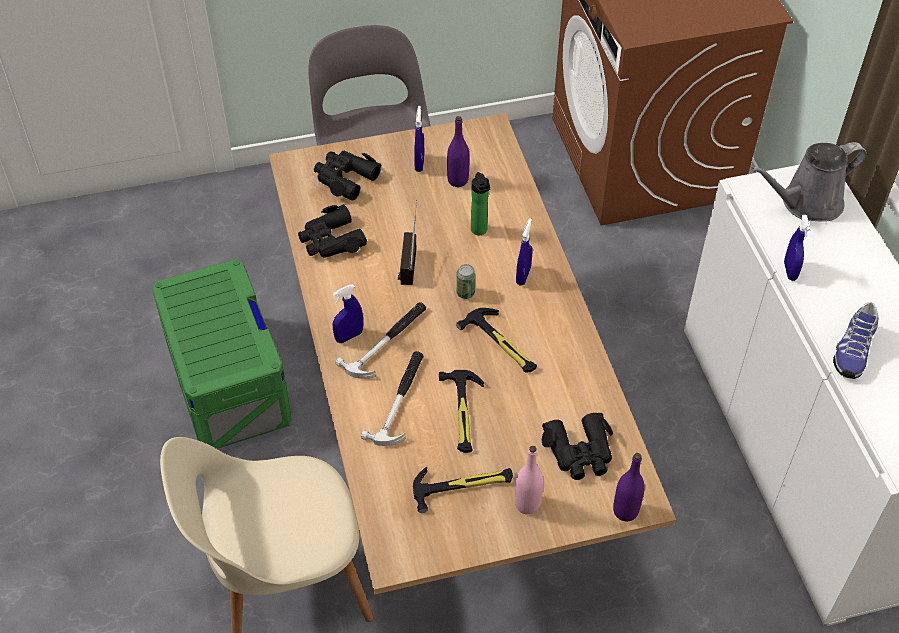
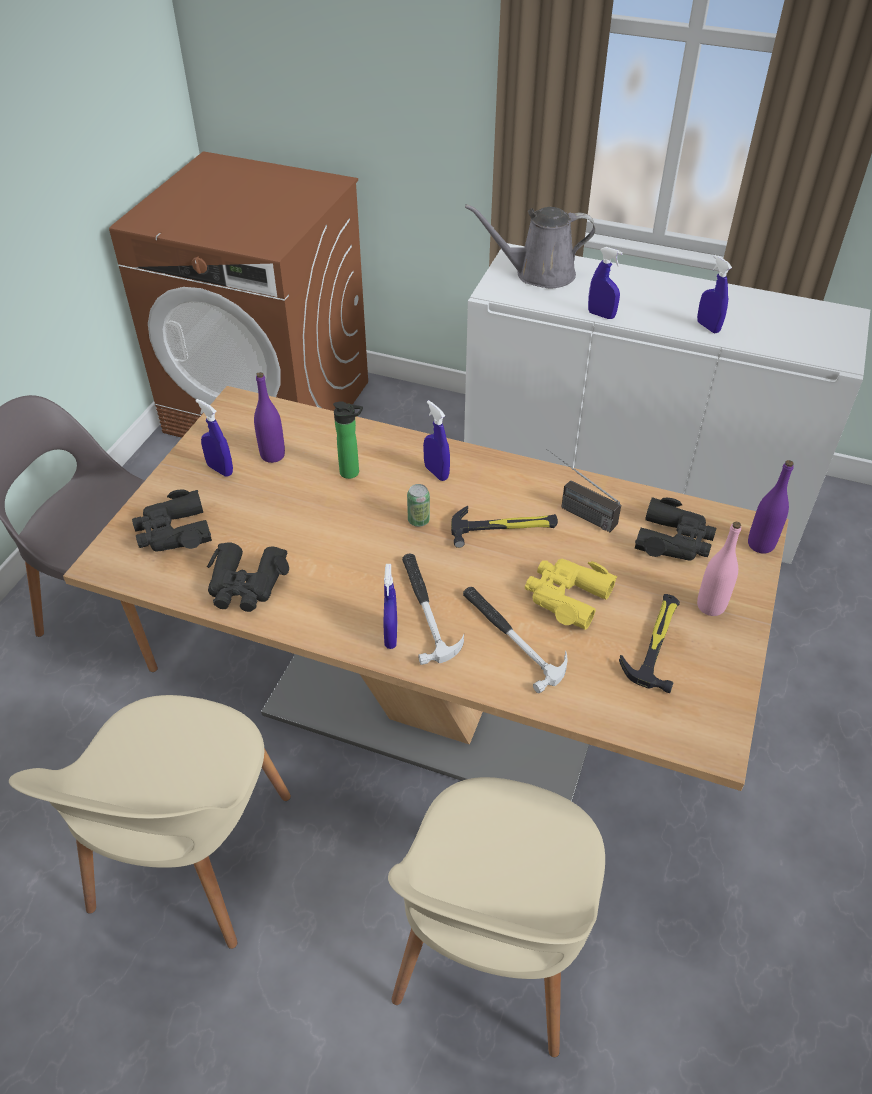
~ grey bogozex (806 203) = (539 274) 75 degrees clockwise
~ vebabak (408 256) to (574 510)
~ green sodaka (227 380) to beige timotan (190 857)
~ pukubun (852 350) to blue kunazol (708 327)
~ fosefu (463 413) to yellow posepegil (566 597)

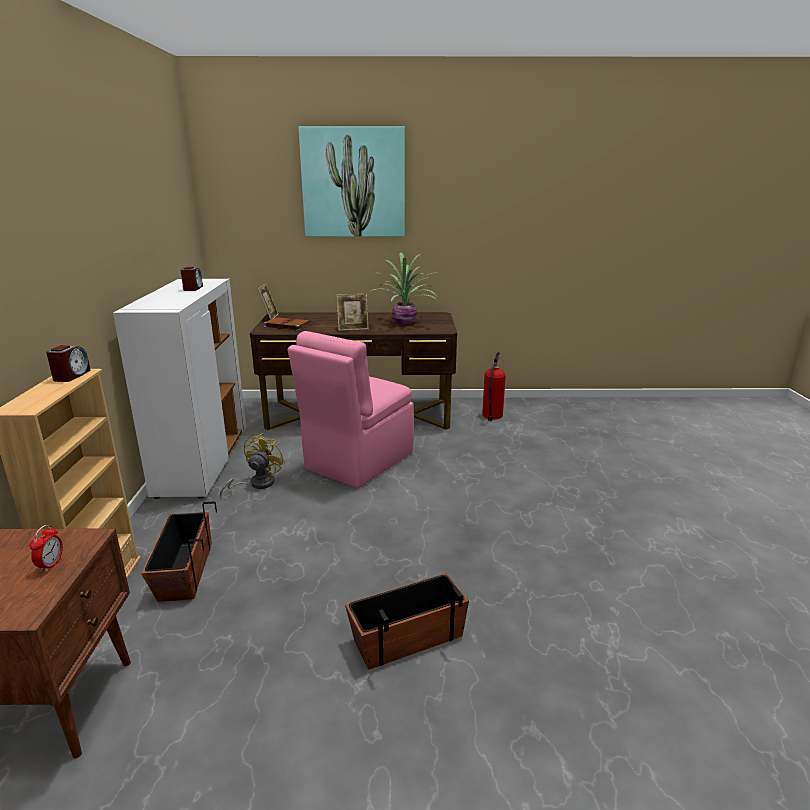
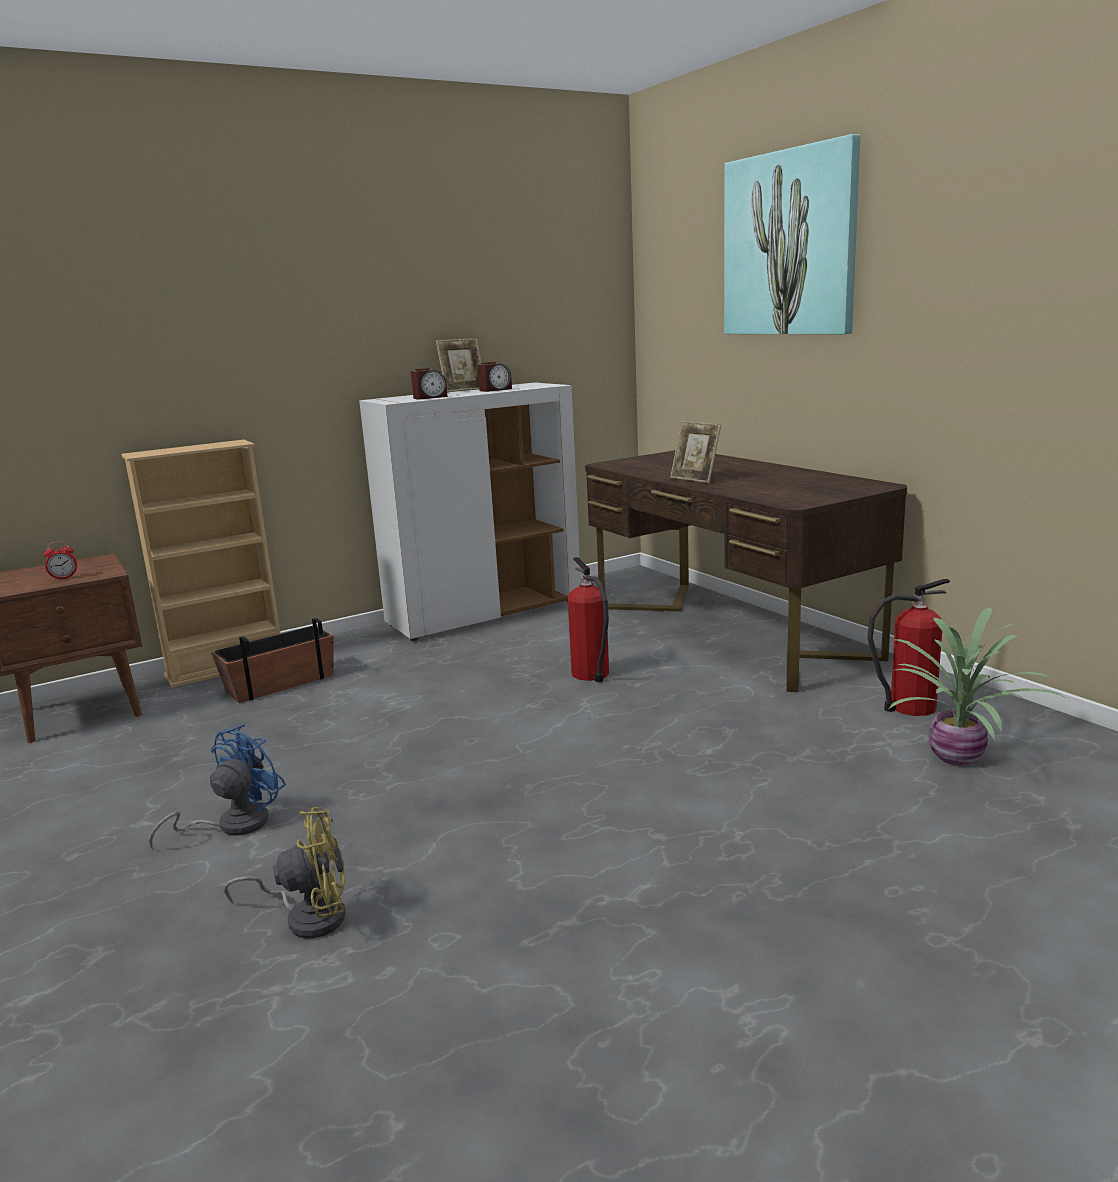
~ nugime (405 322) to (959 758)
~ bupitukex (269 317) to (463 390)
- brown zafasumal (287 325)
~ pink timotan (357 462) to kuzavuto (592 674)
~ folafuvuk (71 376) to (430 397)
~ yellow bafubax (256 484) to (308 916)
~ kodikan (407 638) to blue bafubax (232 825)

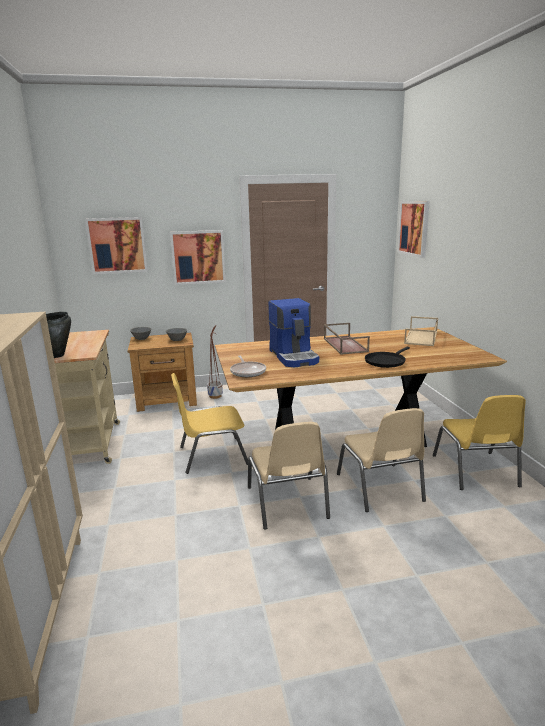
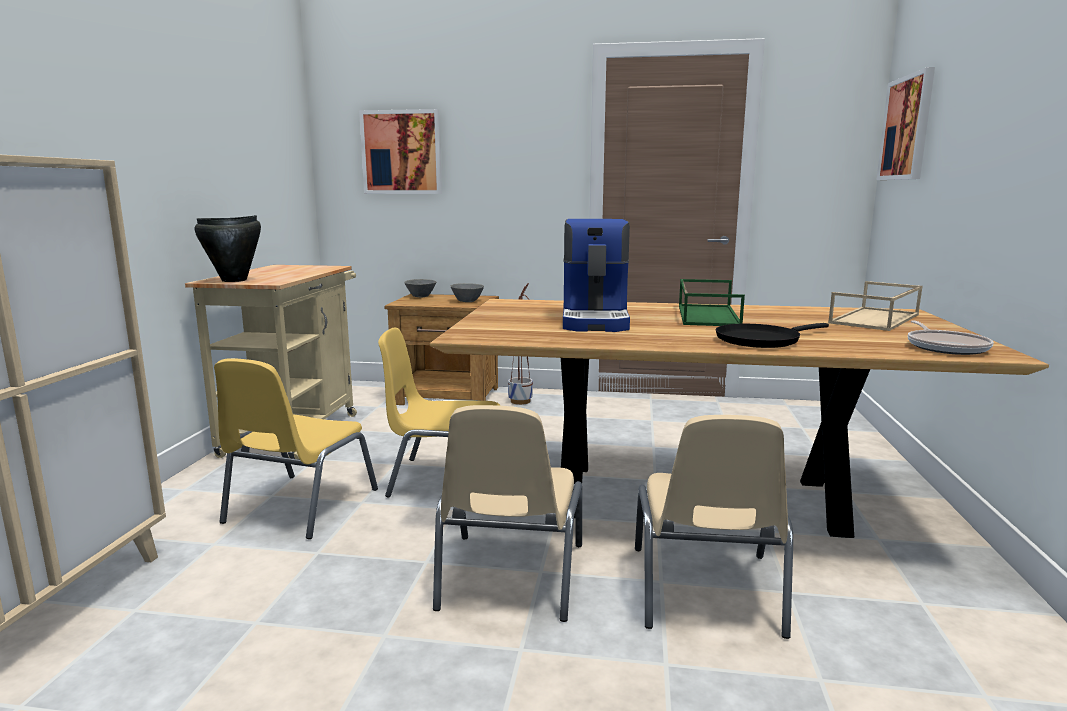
- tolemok (198 257)
~ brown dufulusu (344 345) to green dufulusu (706 315)
~ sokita (248 371) to (945 347)
~ yellow timotan (475 471) to (299 506)

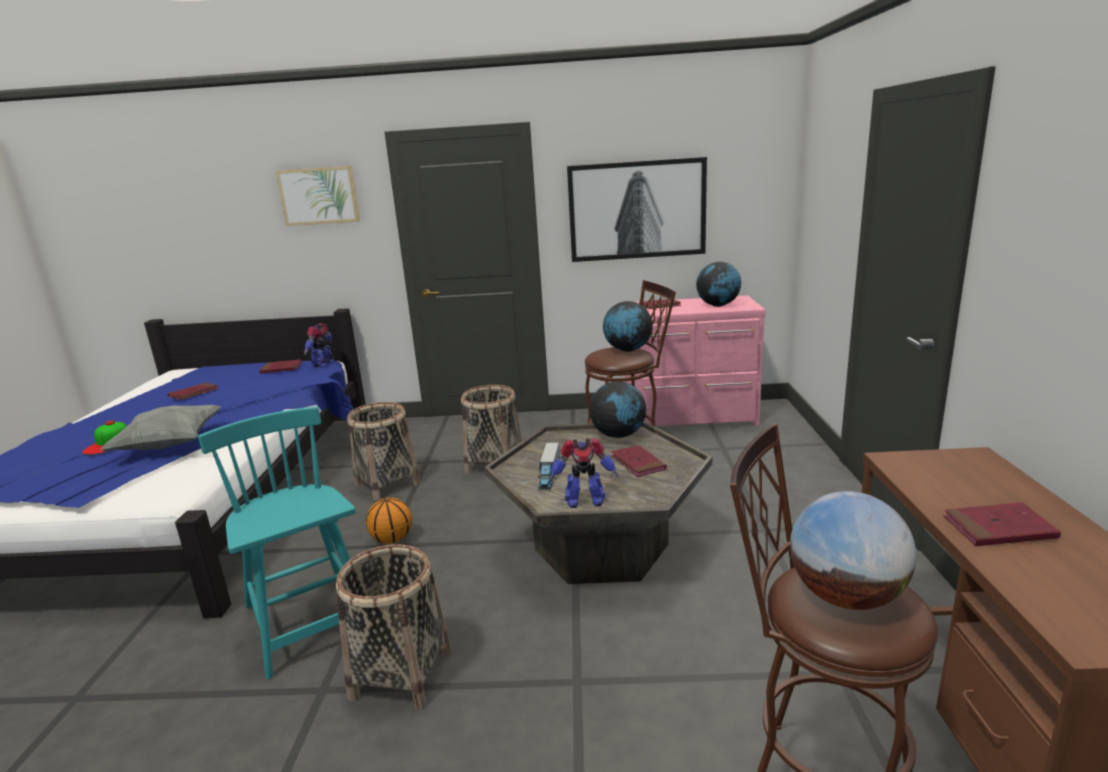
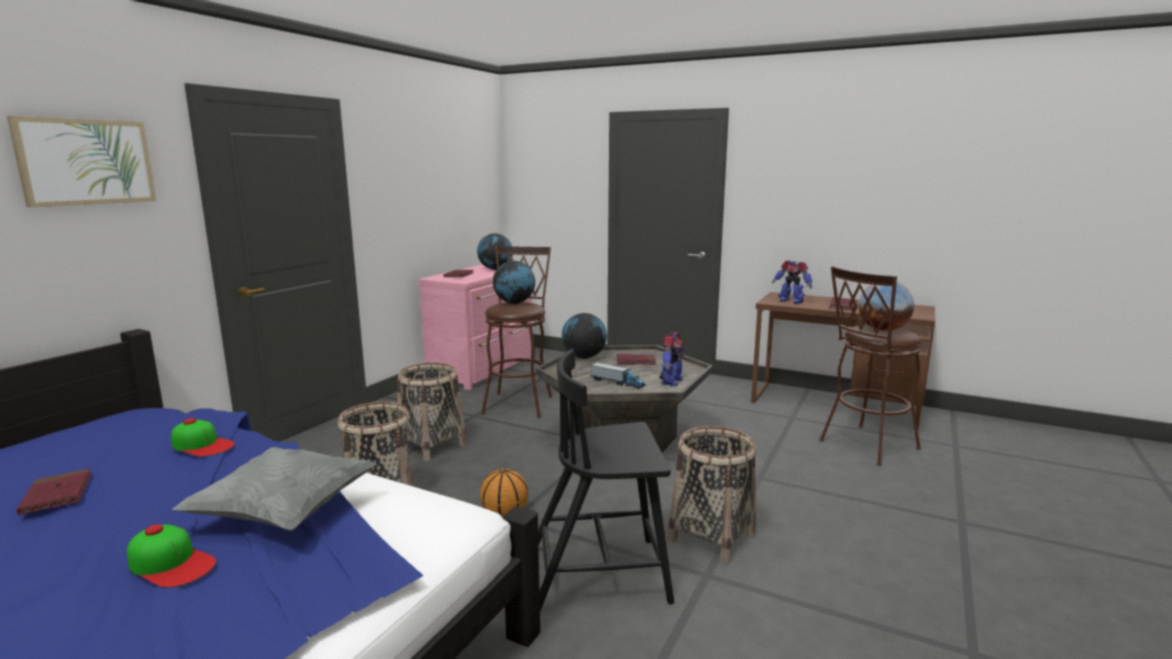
- tolemok (637 210)
~ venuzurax (323 364) to (791 301)
- red zafasumal (281 368)
~ turquoise timotan (309 621) to black timotan (600 574)
+ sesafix (202 445)

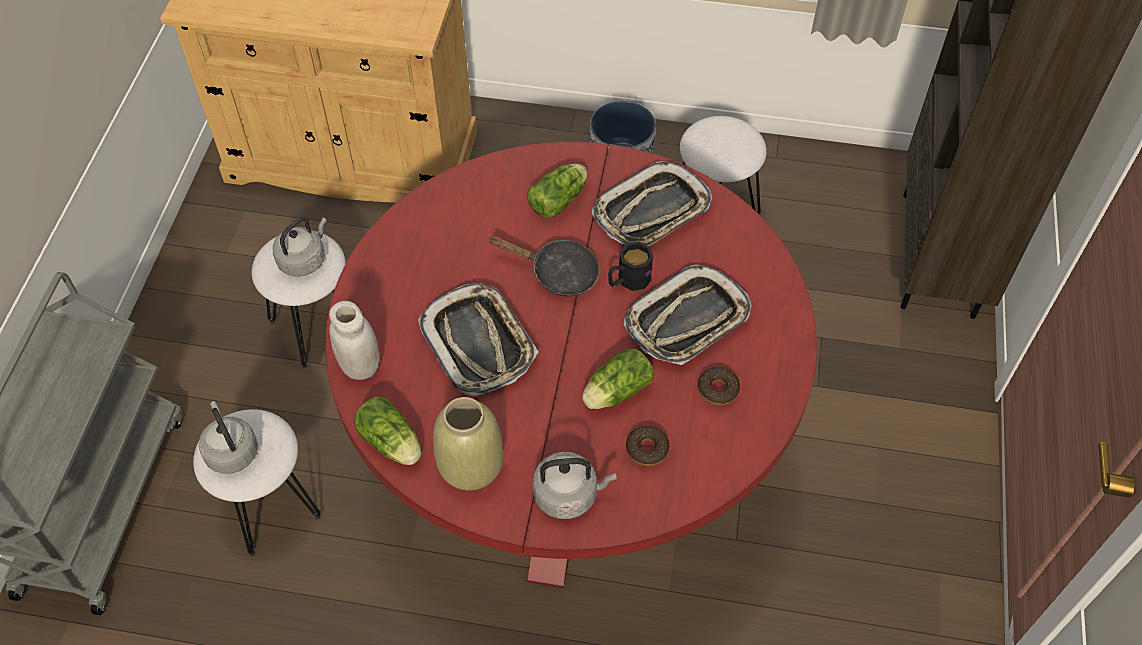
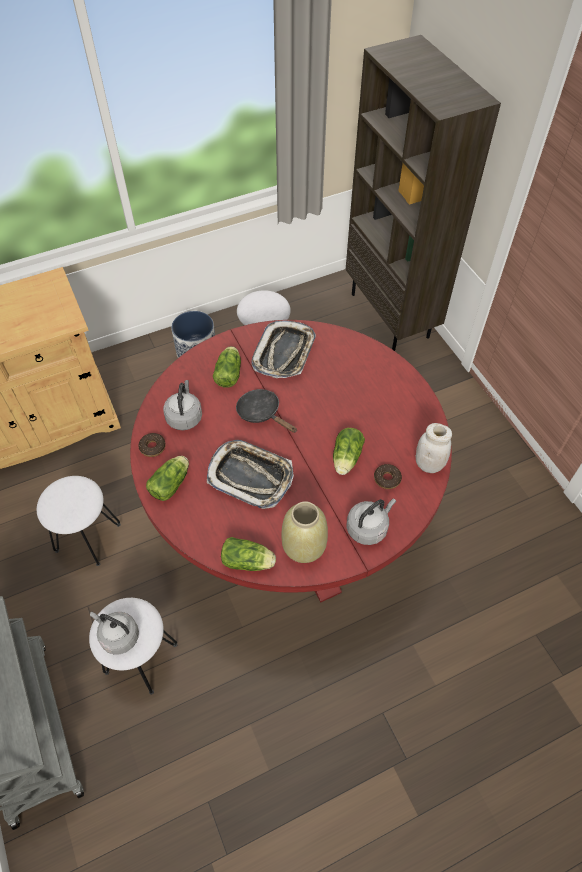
~ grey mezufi (304 259) to (184 416)
~ black sokita (558 273) = (262 413) 120 degrees counterclockwise
- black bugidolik (628 280)
- dufulusu (687 321)
~ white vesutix (360 366) to (429 464)
~ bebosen (718 389) to (152 447)
+ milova (171 483)

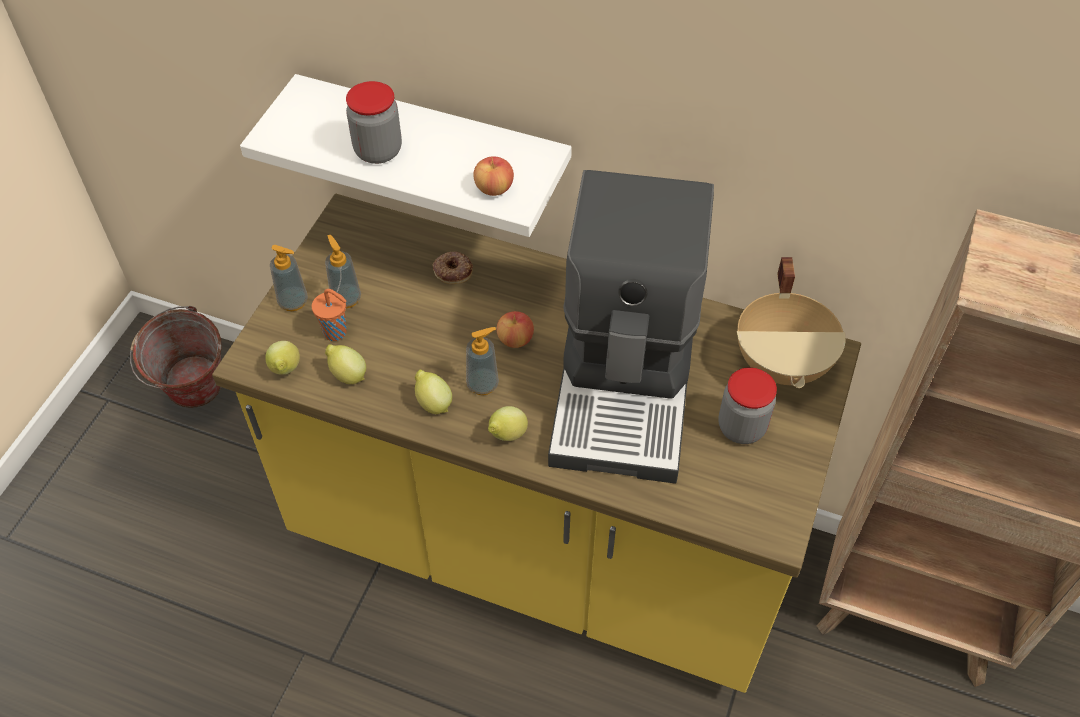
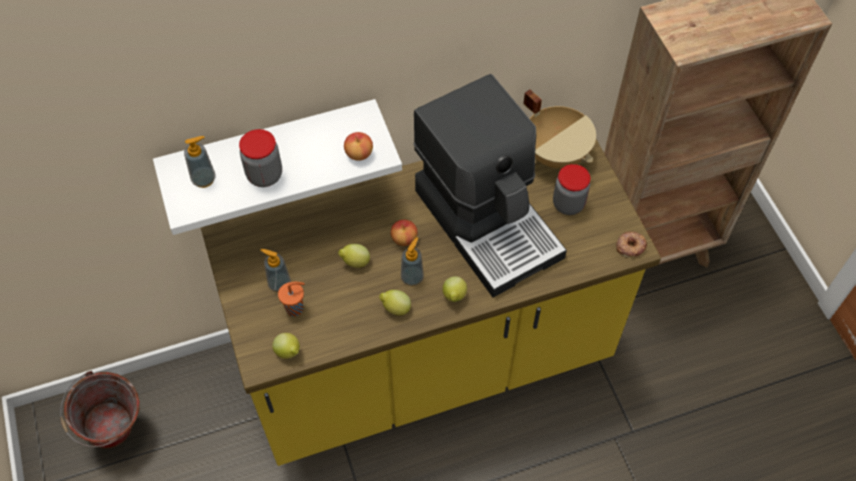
~ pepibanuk (293 302) to (204 179)
~ bebosen (453 270) to (630 246)
~ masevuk (347 375) to (355 262)

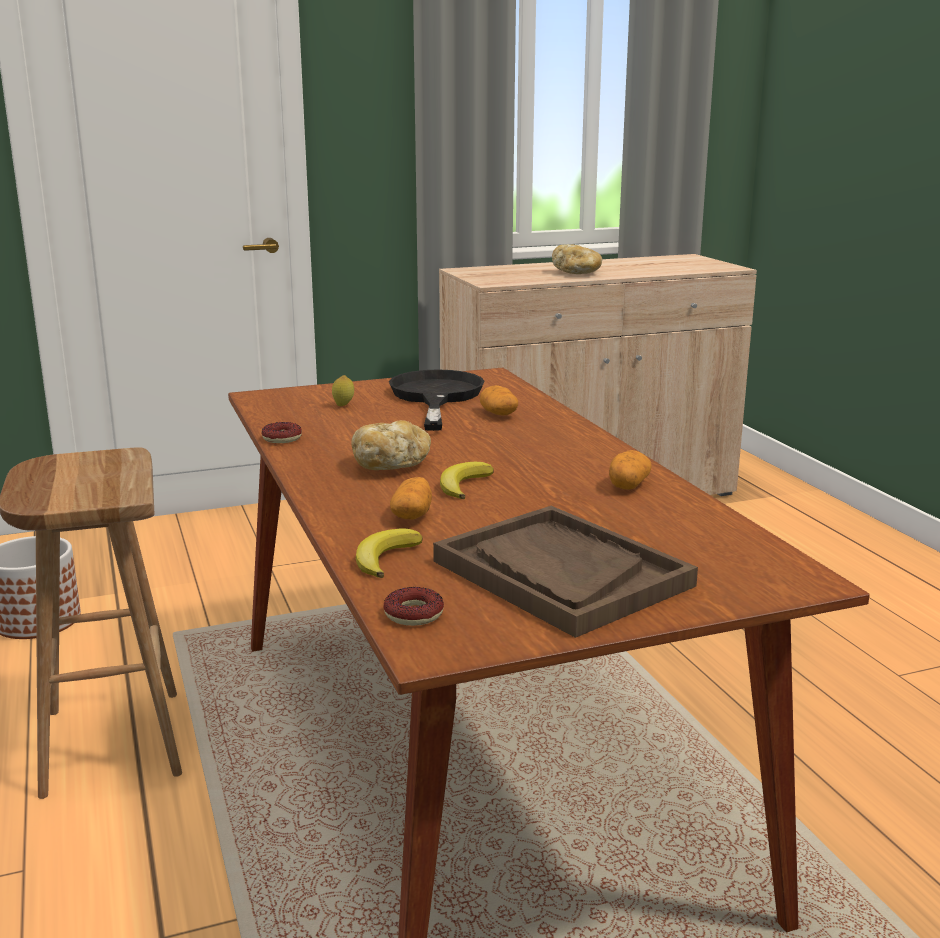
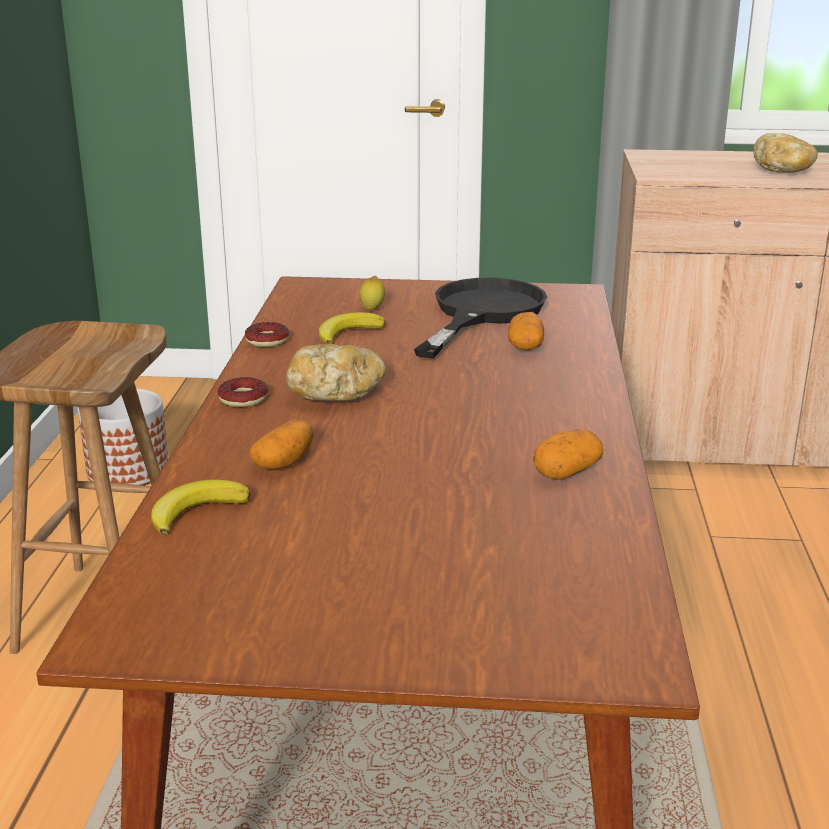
~ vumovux (463 485) to (348 333)
- brown dufulusu (560 573)
~ bebosen (414 614) to (243 399)

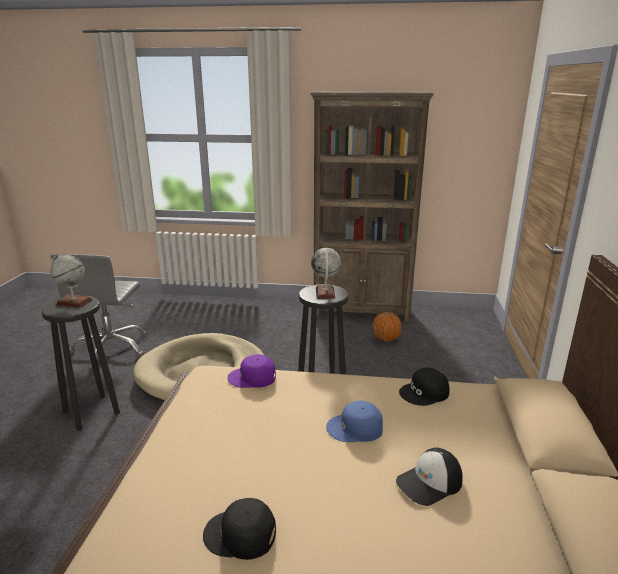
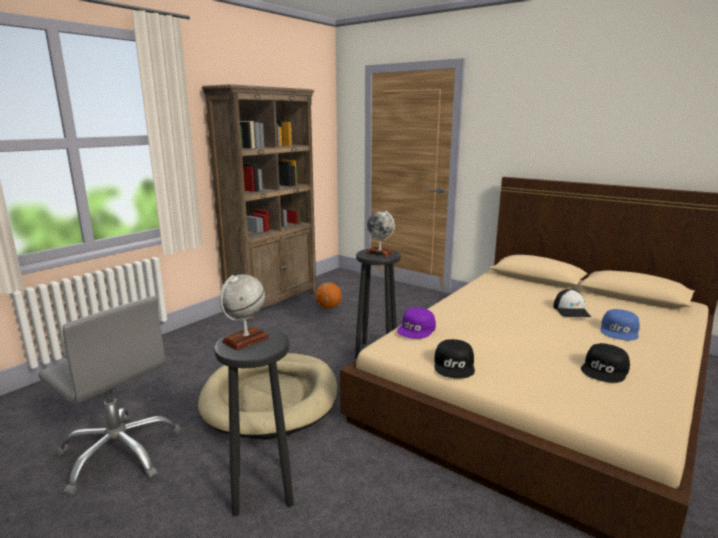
~ black sesafix (424 393) to (455 365)
~ blue sesafix (355 428) to (620 331)

